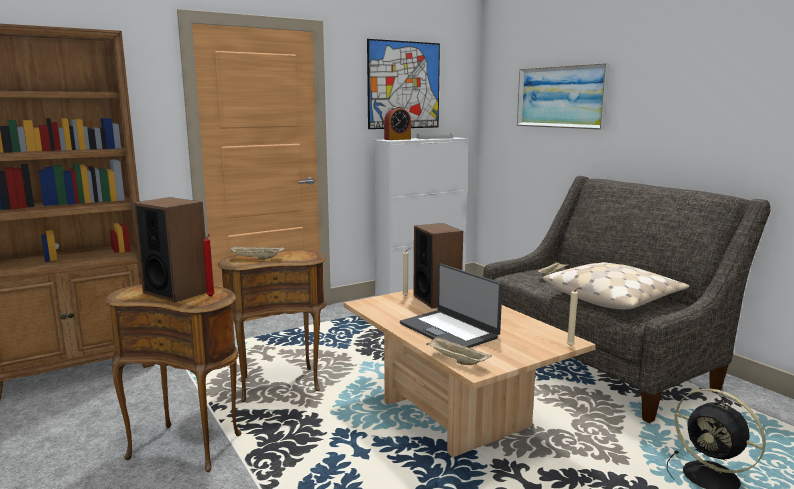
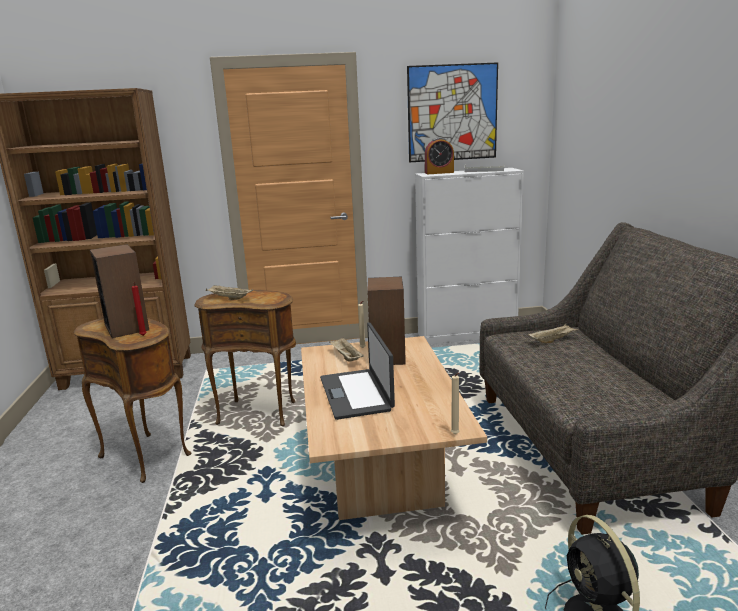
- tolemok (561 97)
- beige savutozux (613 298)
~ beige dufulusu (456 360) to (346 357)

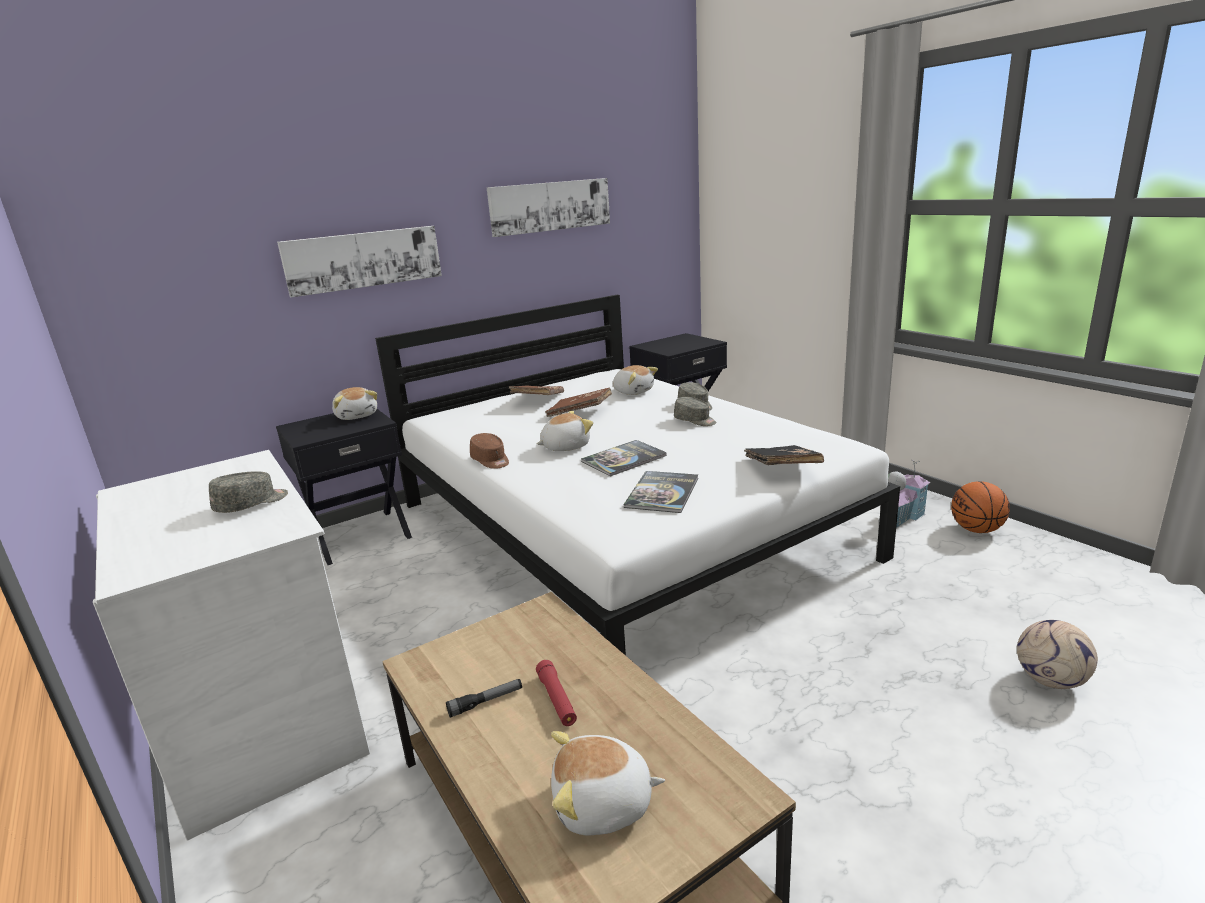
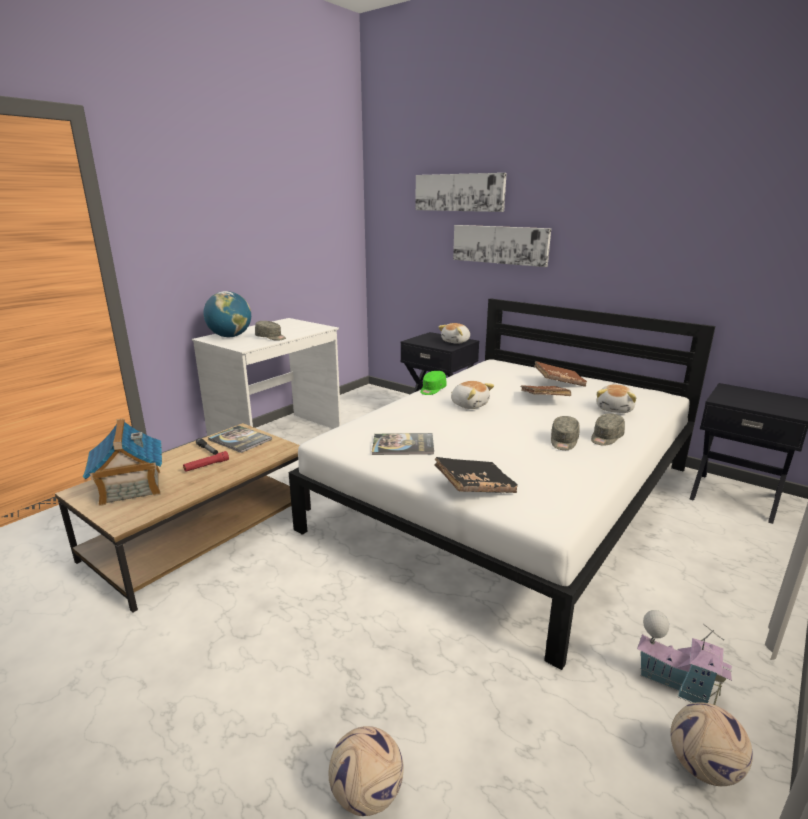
~ tolemok (550 206) to (459 192)
~ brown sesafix (491 460) to green sesafix (432 390)
~ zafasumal (624 459) to (240 440)
~ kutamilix (976 530) to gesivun (703 768)
~ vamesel (603 805) to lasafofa (130 487)
+ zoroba (230 336)

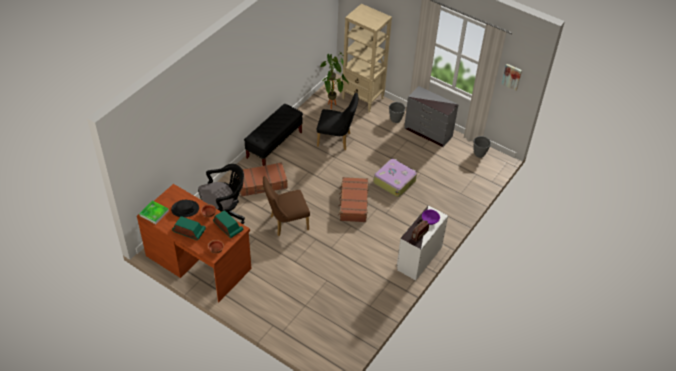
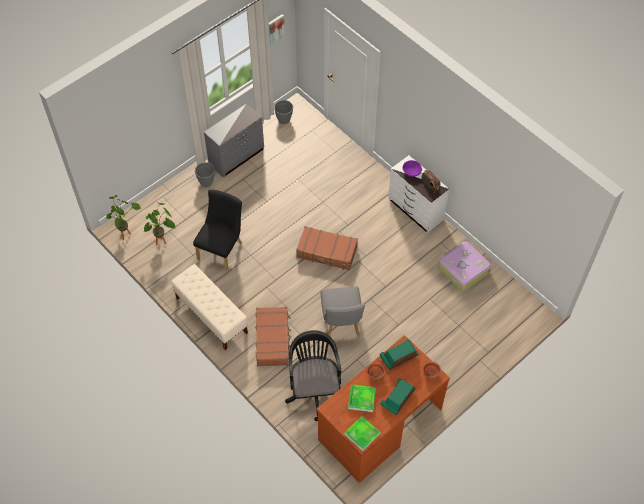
- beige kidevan (363 99)
~ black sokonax (274 145) to beige sokonax (211 316)
~ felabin (394 181) to (463 269)
~ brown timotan (286 223) to grey timotan (341 324)
~ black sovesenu (185 209) to dufulusu (361 399)

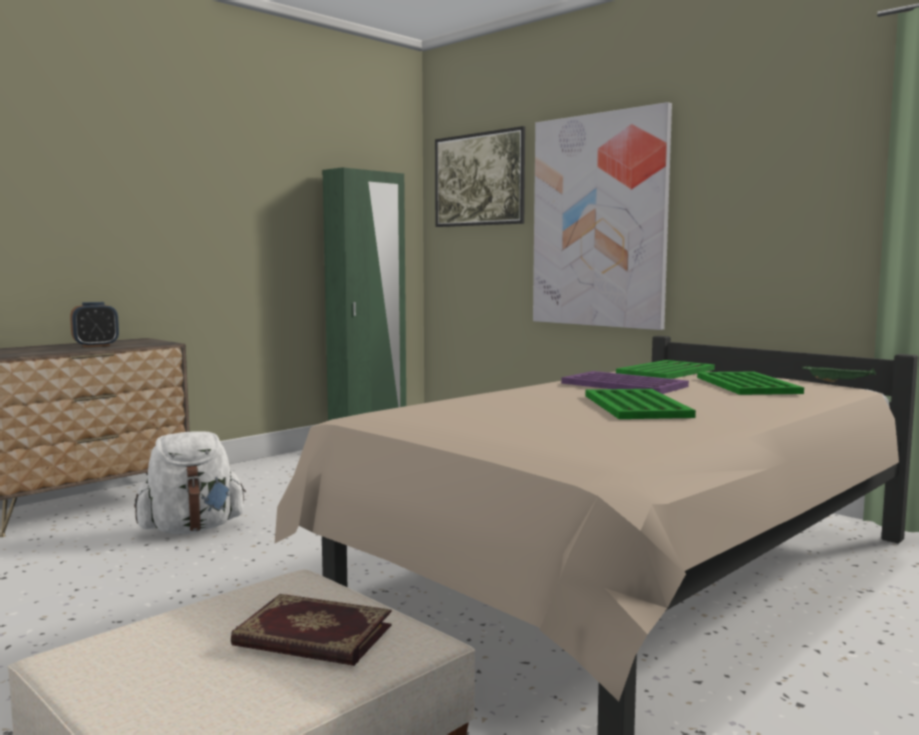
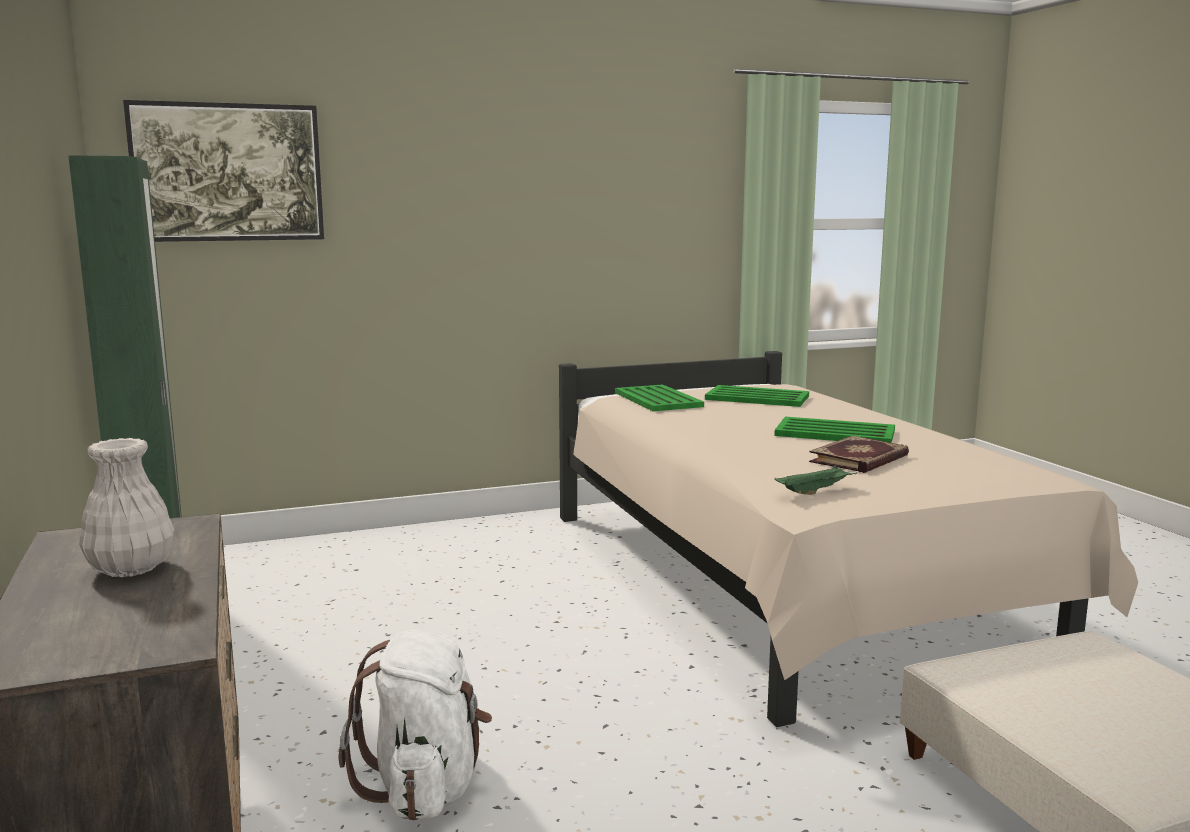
- tolemok (599 221)
~ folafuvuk (96 346) to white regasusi (130 568)
~ green dufulusu (839 382) to (814 491)
- purple dufulusu (624 385)
~ zafasumal (312 637) to (860 459)

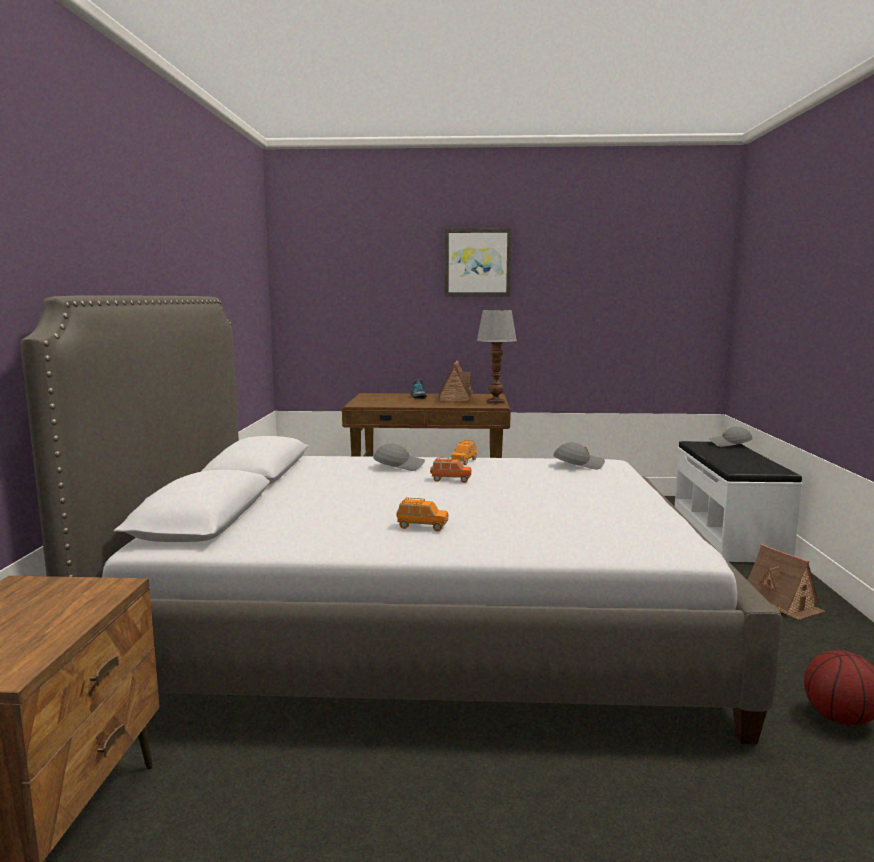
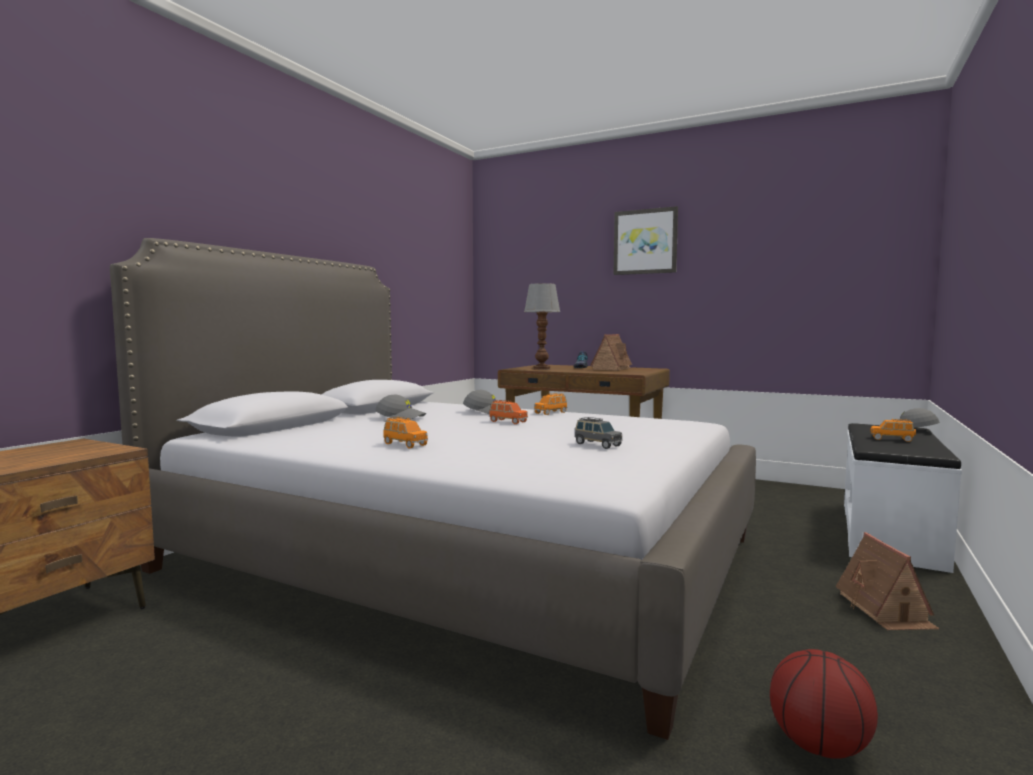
~ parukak (495 402) to (541 369)
~ grey sesafix (578 465) to (401 418)
+ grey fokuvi (597 444)
+ orange fokuvi (892 439)

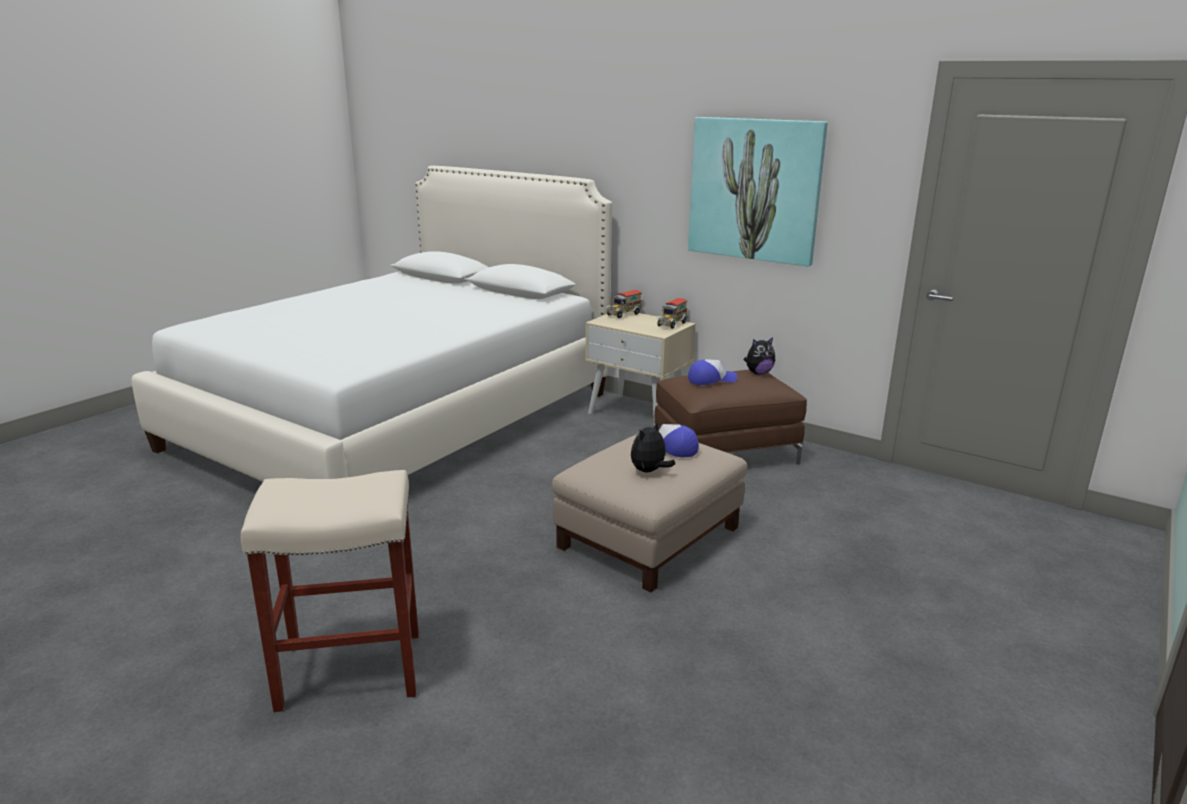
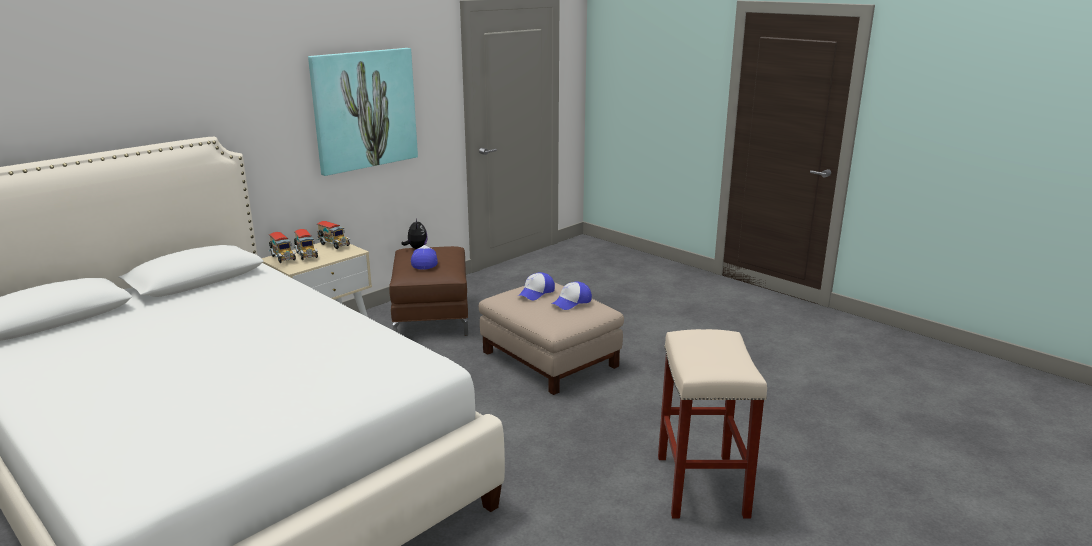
~ vamesel (649 471) to sesafix (571 302)
+ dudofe (306 255)

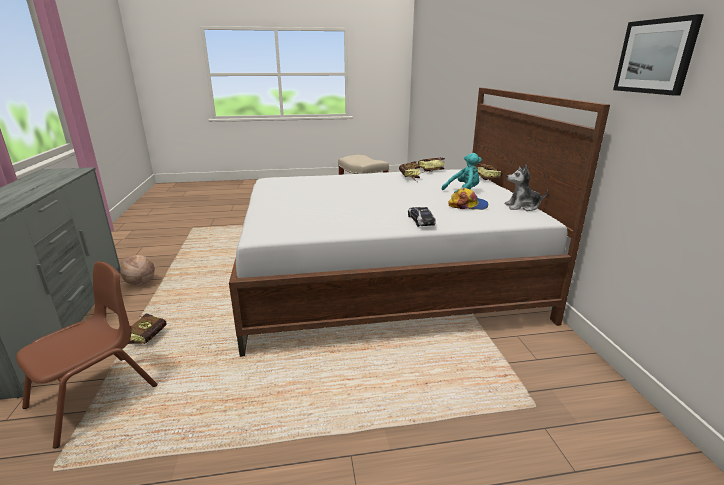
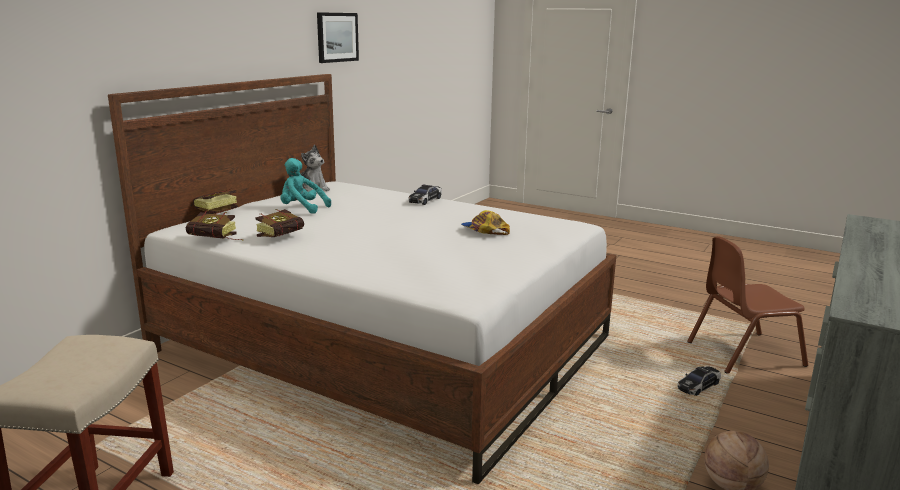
~ sesafix (468 205) to (484 231)
~ zafasumal (151 336) to fokuvi (698 386)

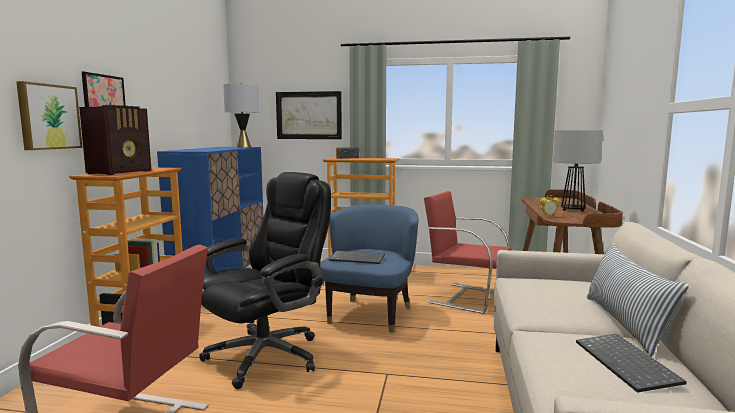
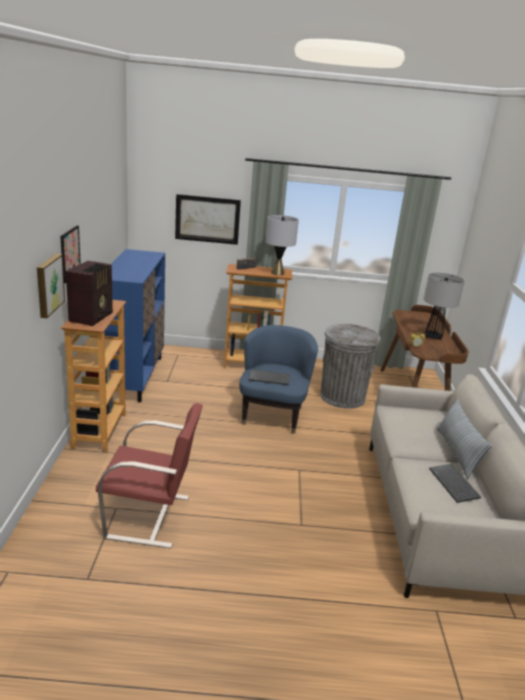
~ grey parukak (243 147) to (277 273)
- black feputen (267 355)
~ red timotan (465 297) to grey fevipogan (342 397)

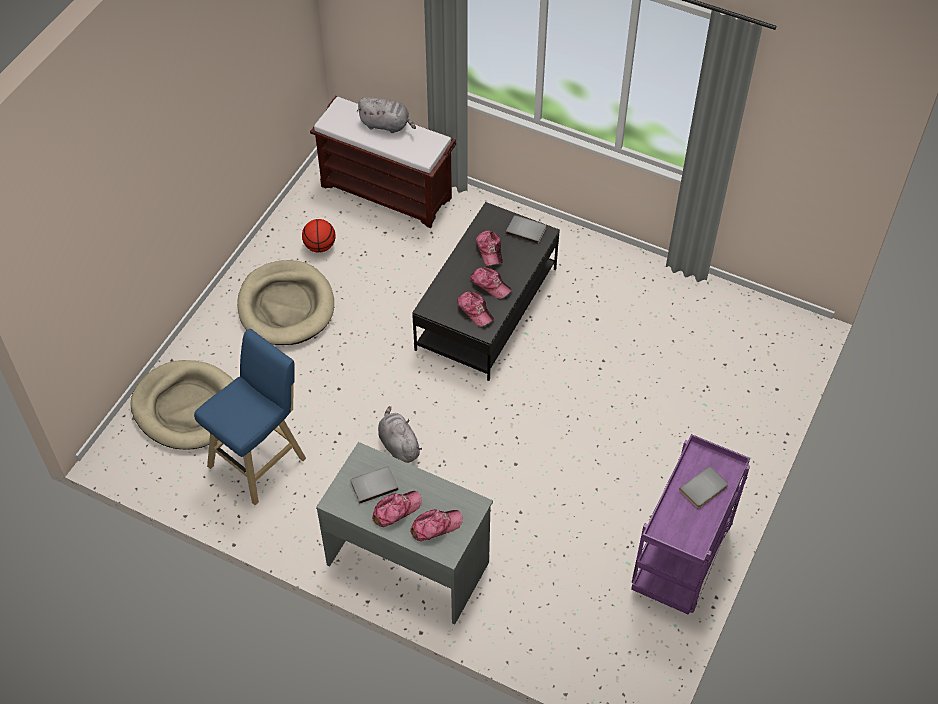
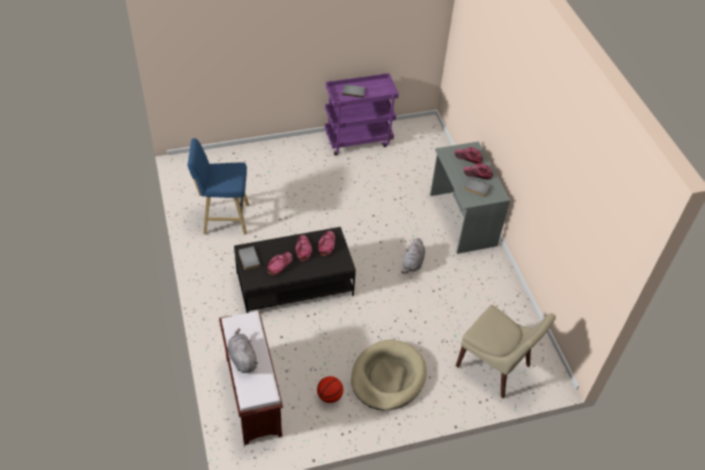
~ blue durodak (260 459) to (223 219)
~ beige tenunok (187 407) to beige timotan (495 367)

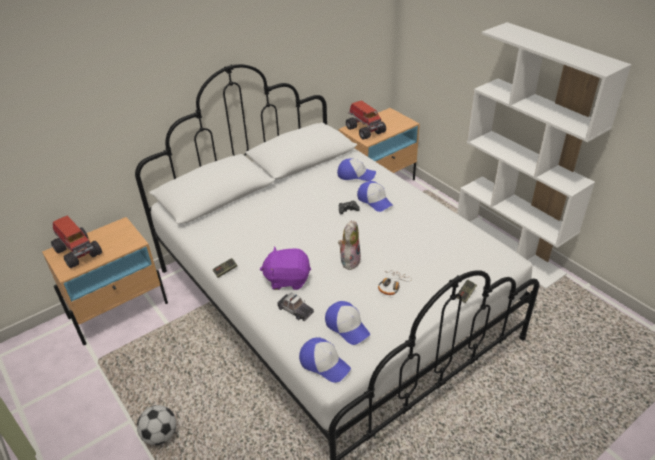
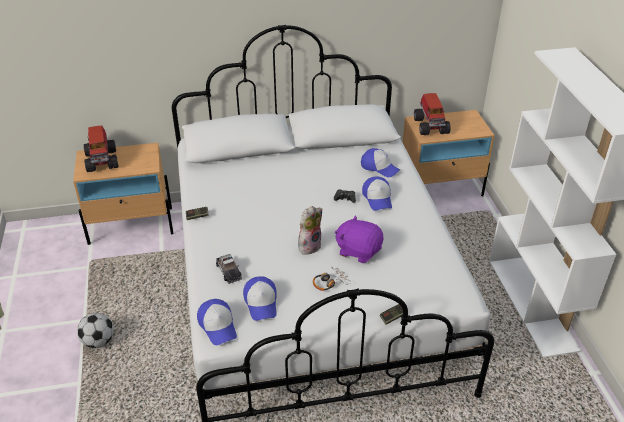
~ purple vamesel (287 279) to (358 251)

